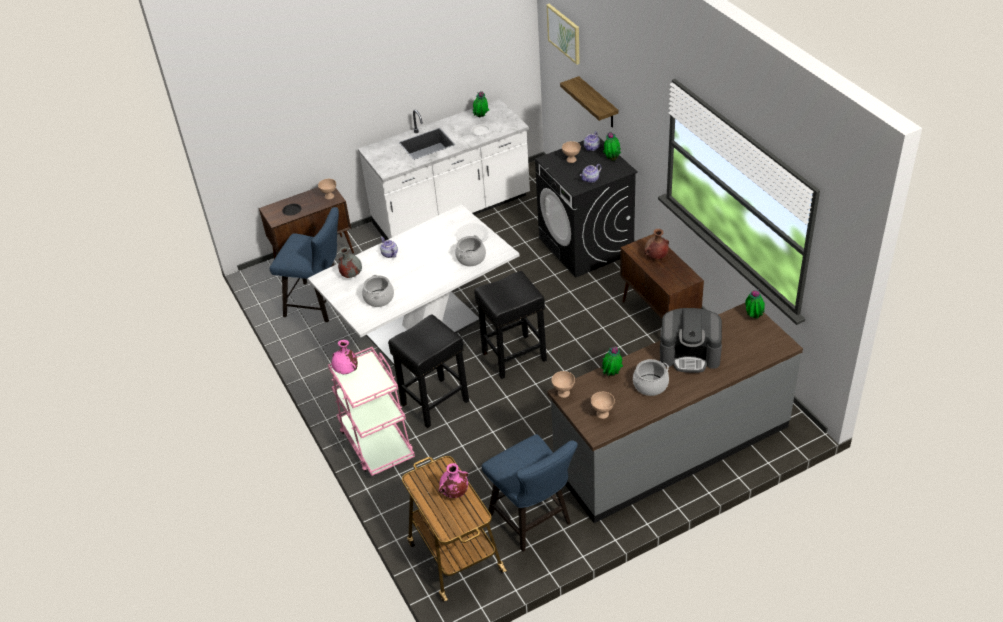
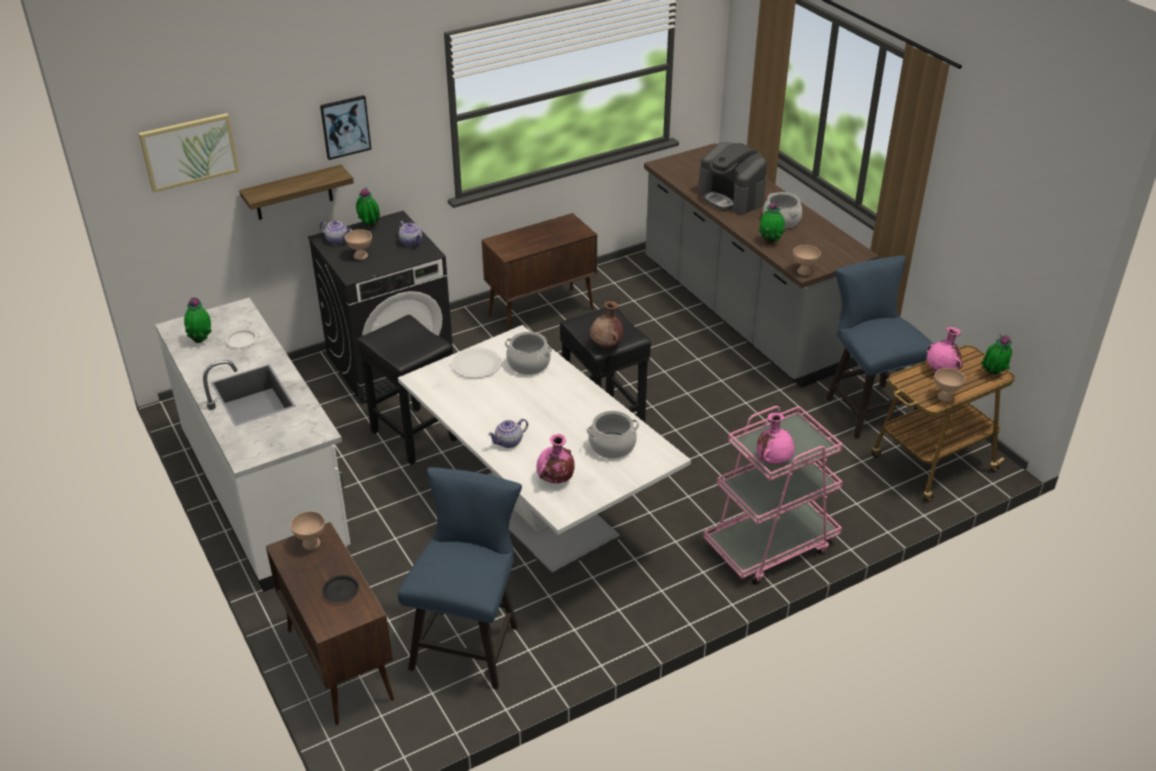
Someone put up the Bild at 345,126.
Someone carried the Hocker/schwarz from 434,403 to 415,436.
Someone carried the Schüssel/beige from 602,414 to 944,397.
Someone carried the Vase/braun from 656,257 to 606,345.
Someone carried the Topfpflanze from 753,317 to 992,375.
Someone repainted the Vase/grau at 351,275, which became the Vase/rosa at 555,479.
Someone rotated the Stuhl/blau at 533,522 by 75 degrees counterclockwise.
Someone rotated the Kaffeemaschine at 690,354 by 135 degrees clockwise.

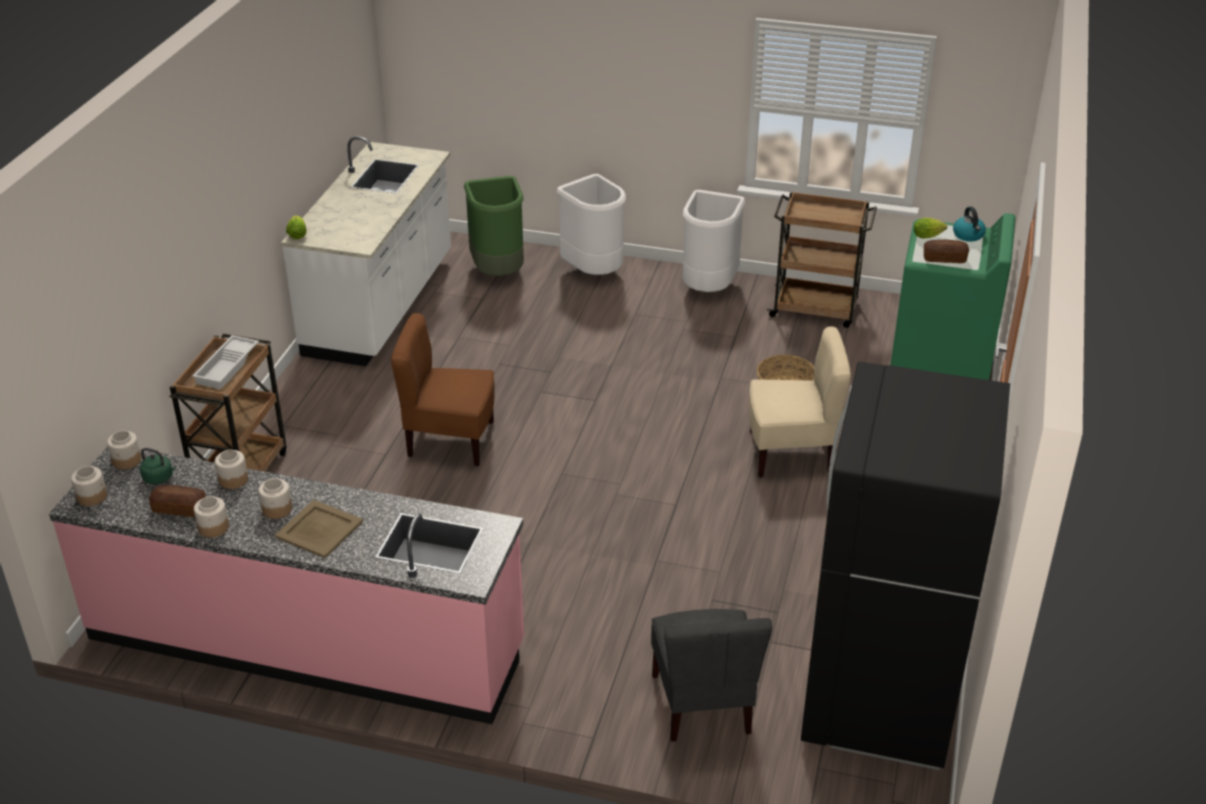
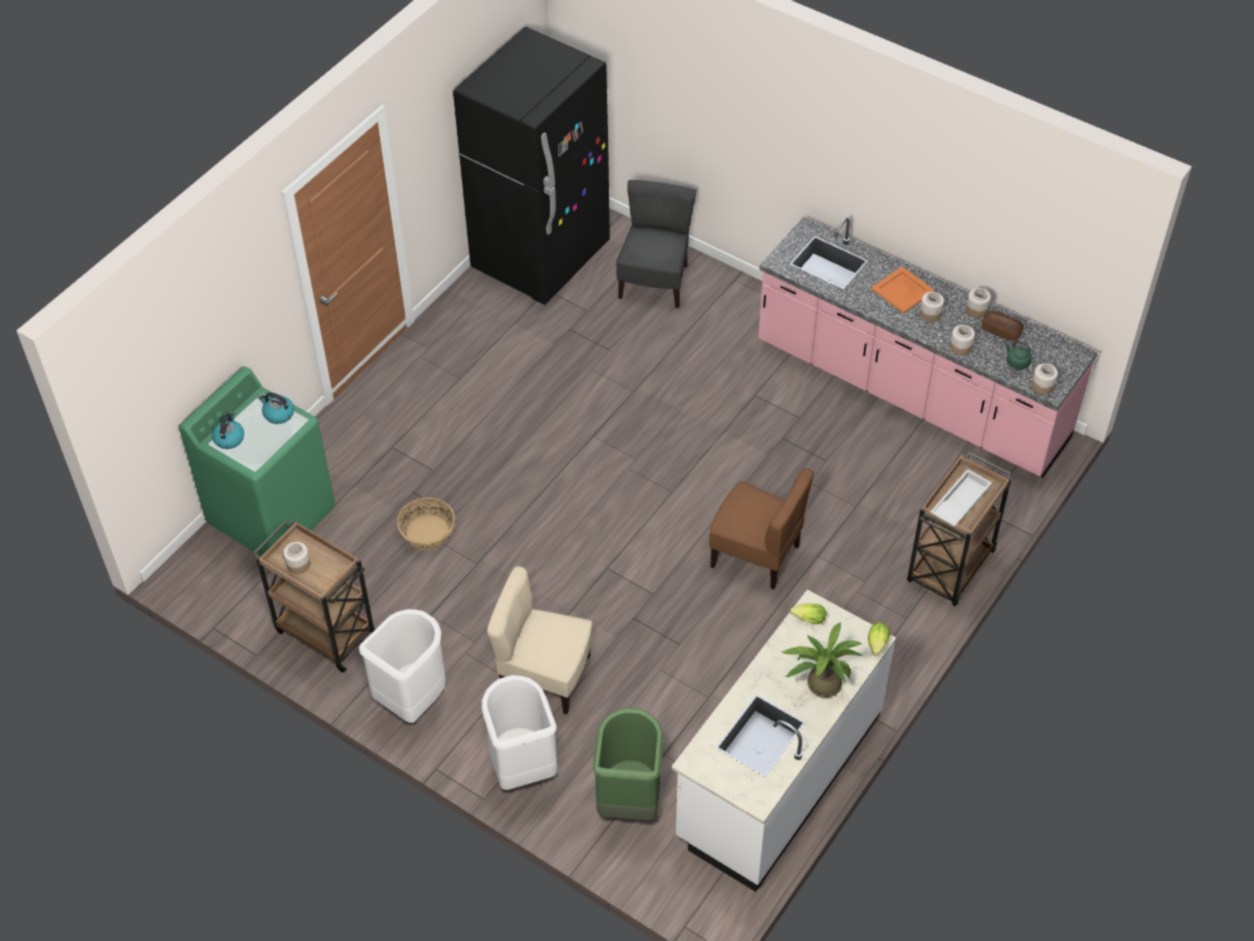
Someone put down the Topfpflanze at 819,683.
Someone carried the Vorratsglas from 92,496 to 298,564.
Someone carried the Stuhl/beige from 791,453 to 544,676.
Someone carried the Salatkopf from 929,236 to 807,619.
Someone swapped the Brot at 944,259 for the Wasserkessel at 278,414.
Someone repainted the Tablett/beige at 318,529, which became the Tablett/orange at 903,290.

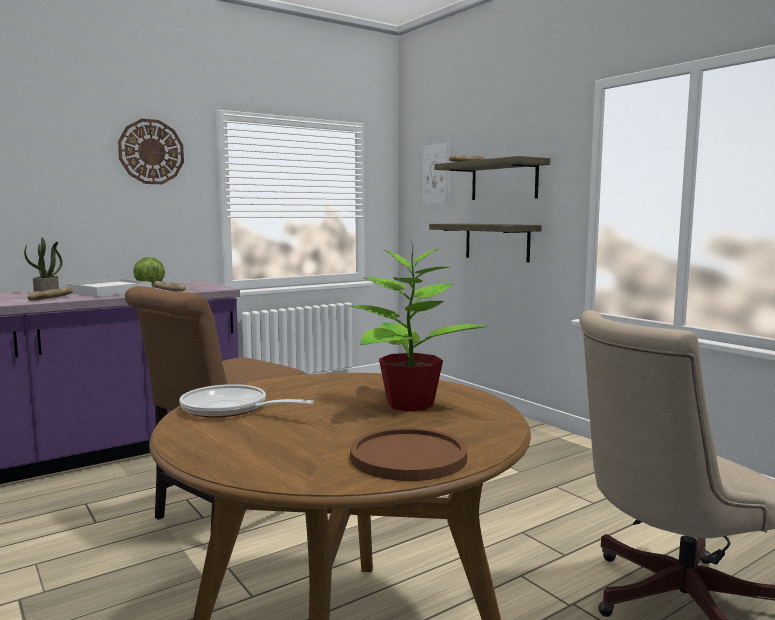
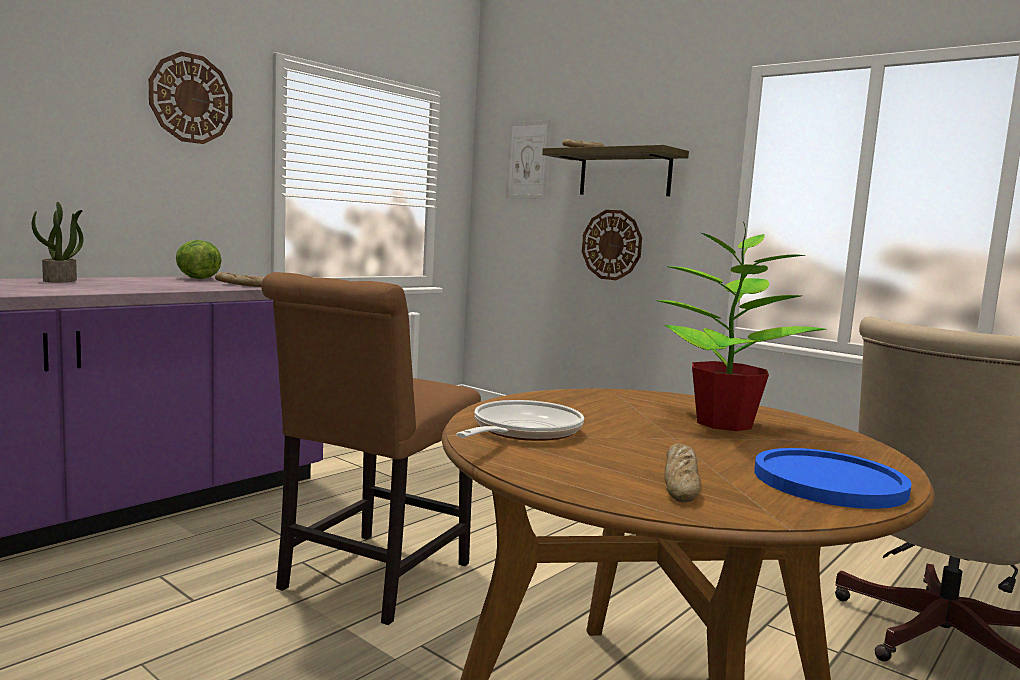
Someone took away the Tablett/weiß at 109,291.
Someone carried the Brot from 51,298 to 681,483.
Someone swapped the Wandregal at 497,242 for the Wanduhr at 611,245.
Someone repainted the Teller/braun at 408,457, which became the Teller/blau at 829,481.
Someone rotated the Pfanne at 230,409 by 105 degrees clockwise.

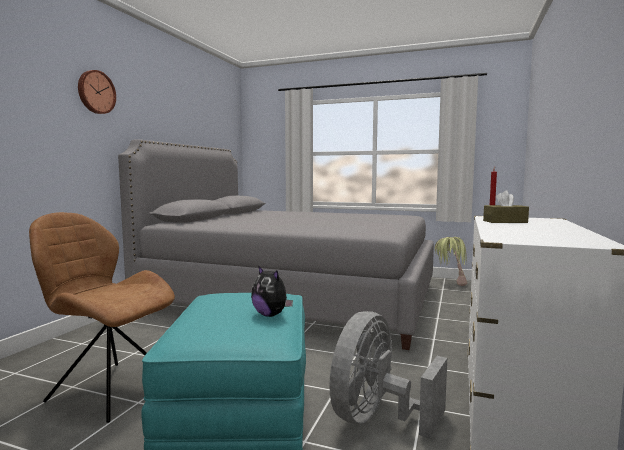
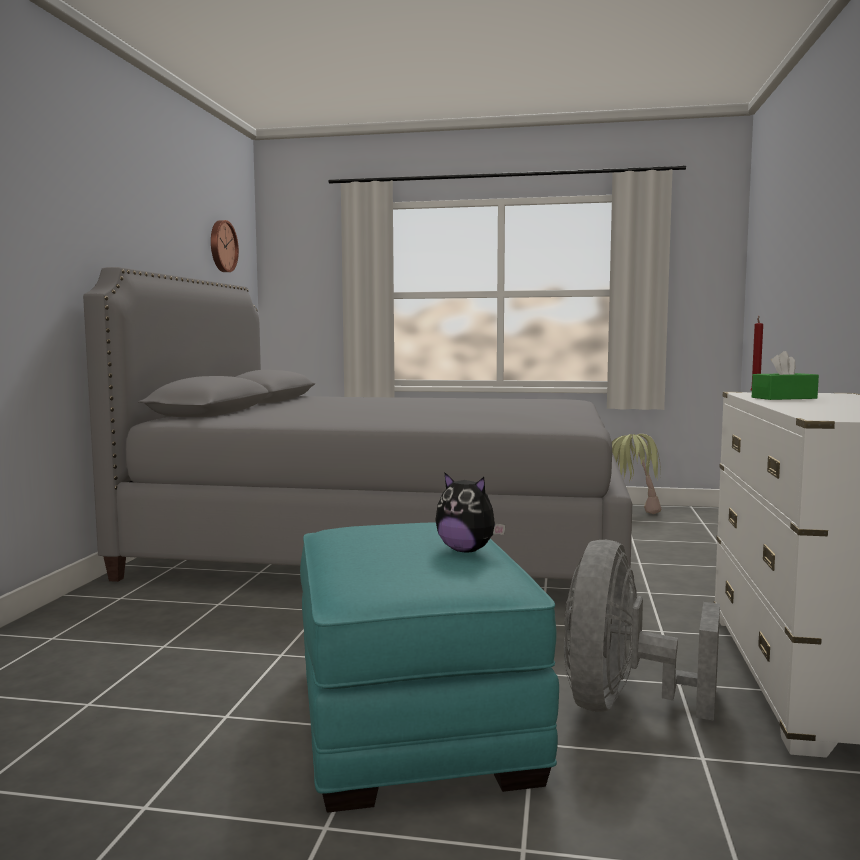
Someone took away the Stuhl/braun at 109,389.
Someone carried the Wanduhr from 95,92 to 222,246.
Someone repainted the Taschentuchbox/braun at 505,221, which became the Taschentuchbox/grün at 784,398.

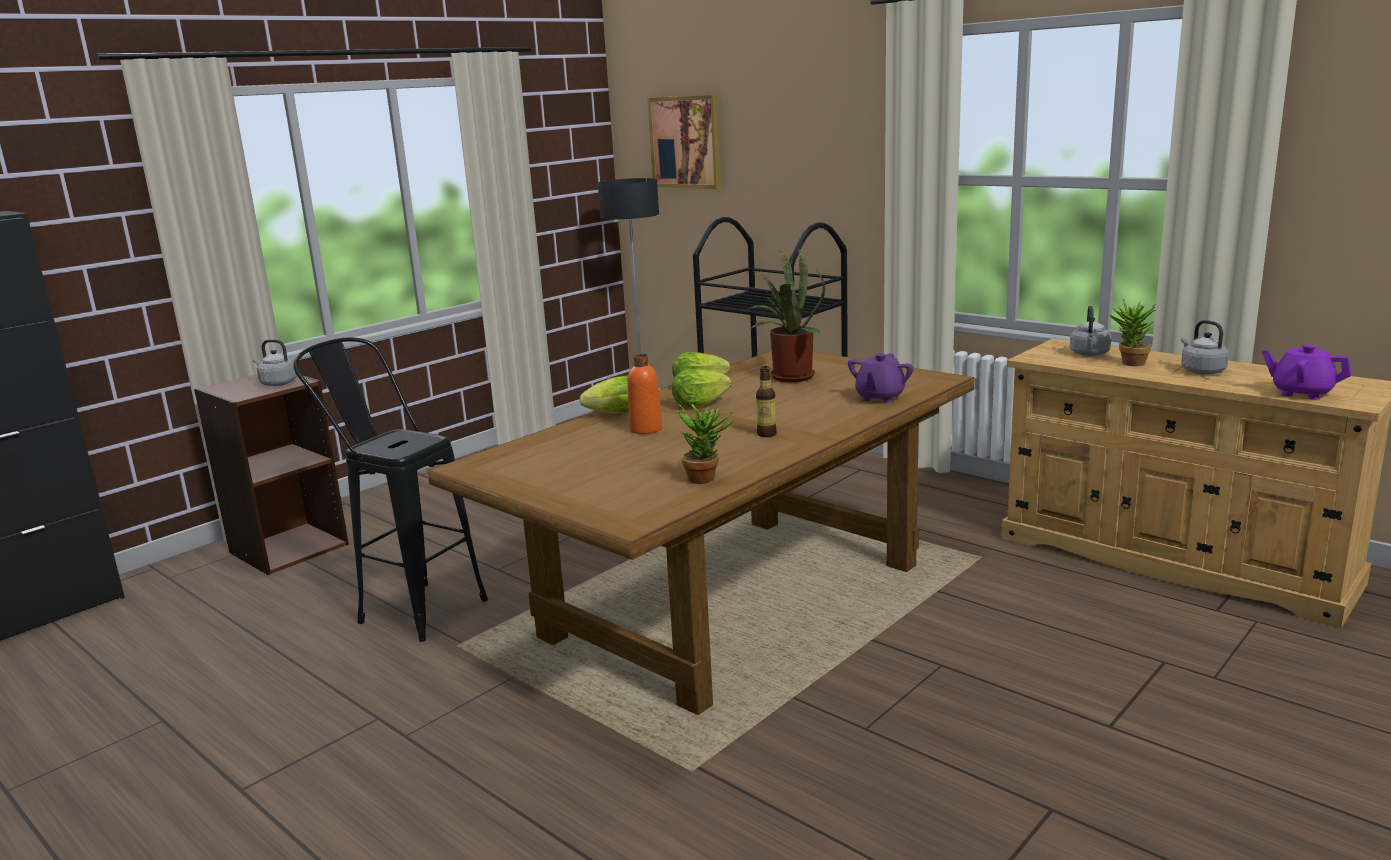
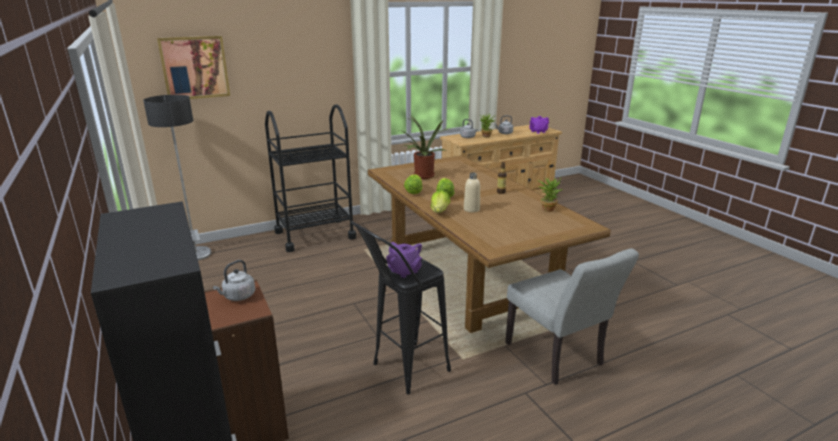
Someone put down the Stuhl/grau at 558,358.
Someone carried the Teekanne/lila from 879,397 to 404,271.
Someone repainted the Flasche/orange at 645,429, which became the Flasche/beige at 471,209.

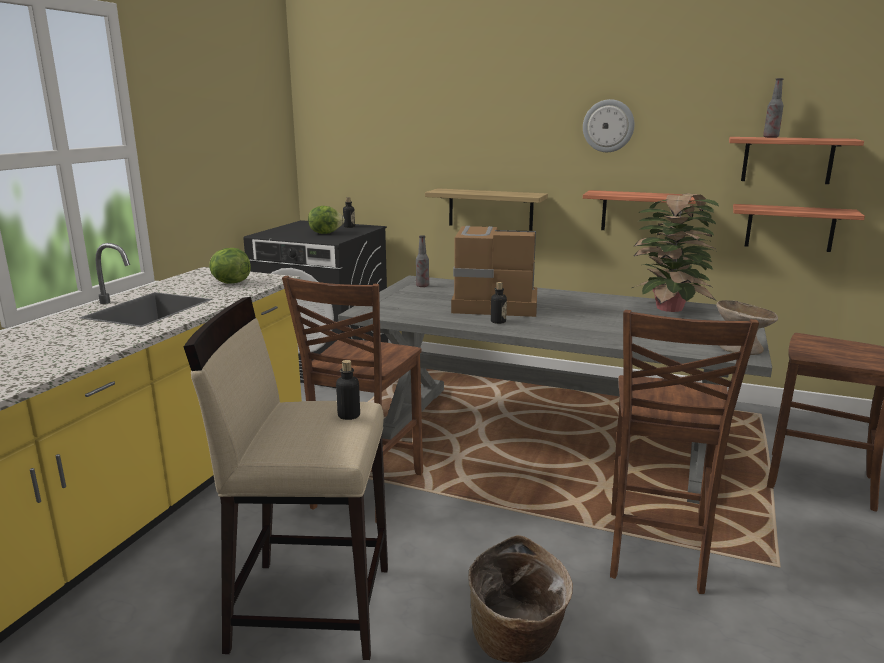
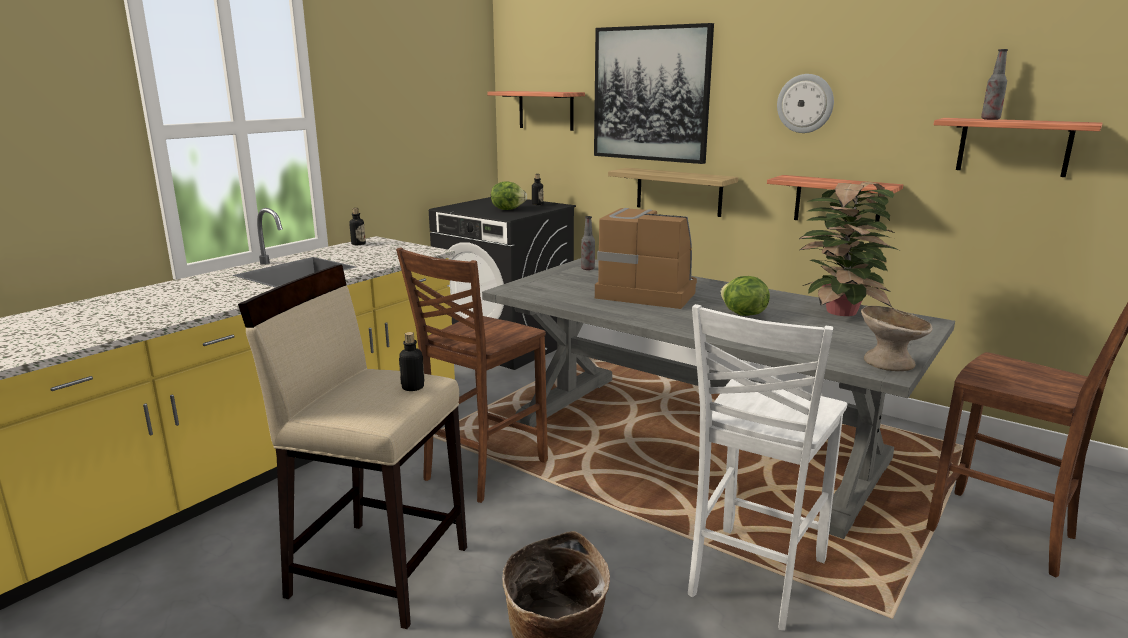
Someone put up the Bild at 651,94.
Someone carried the Salatkopf from 230,283 to 742,314.
Someone carried the Flasche from 498,321 to 358,244.
Someone carried the Wandregal from 790,227 to 546,110.
Someone repainted the Stuhl/braun at 655,552, which became the Stuhl/weiß at 752,578.

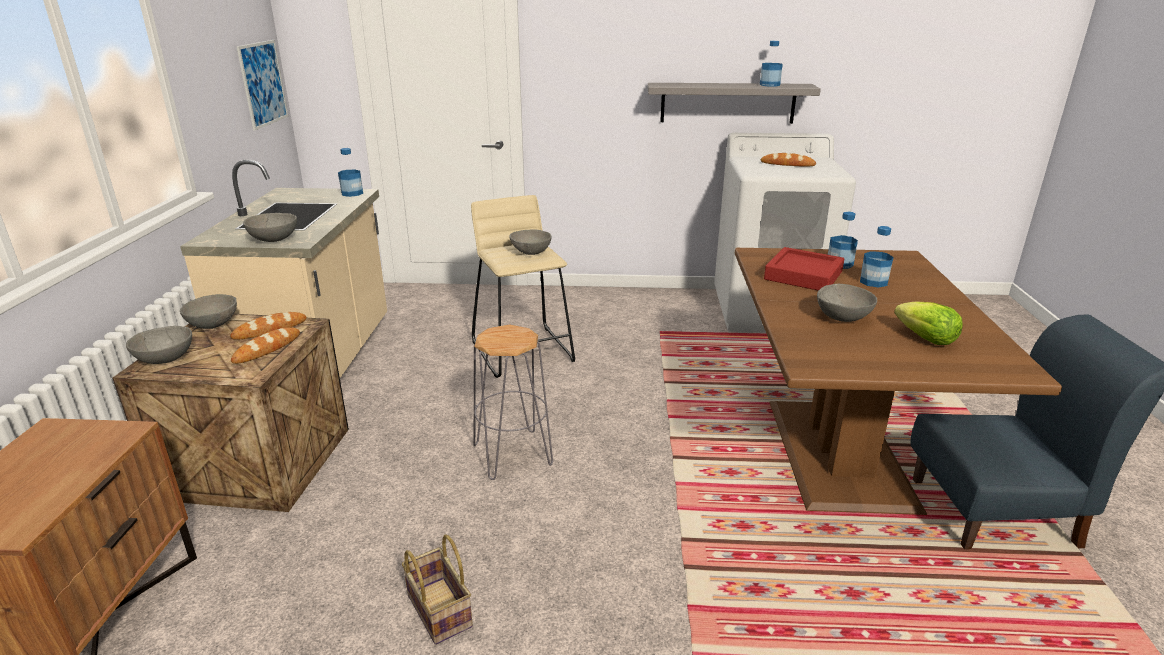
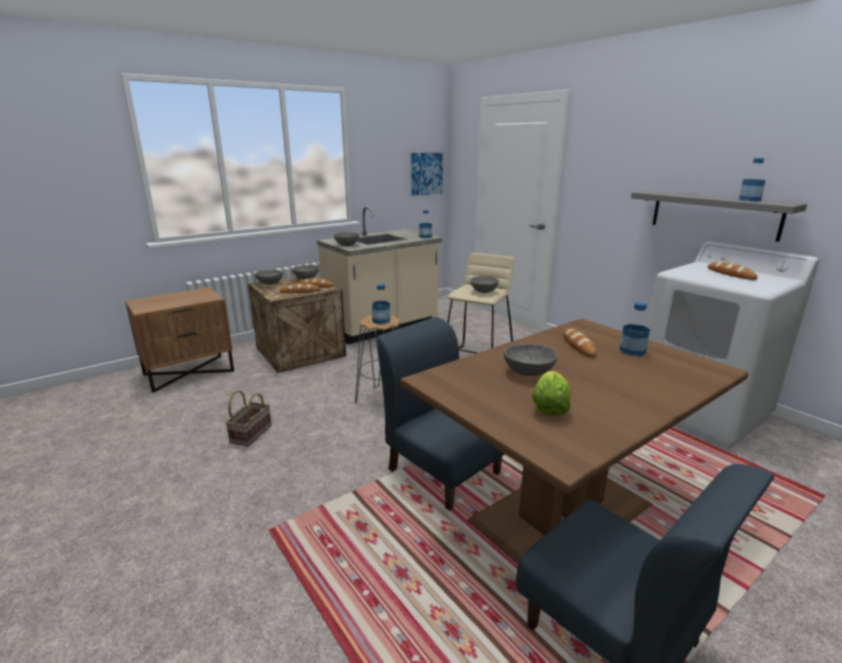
Someone put down the Stuhl/blau at 443,470.
Someone carried the Flasche from 873,282 to 381,320.
Someone swapped the Tablett/rot at 803,275 for the Brot at 578,345.

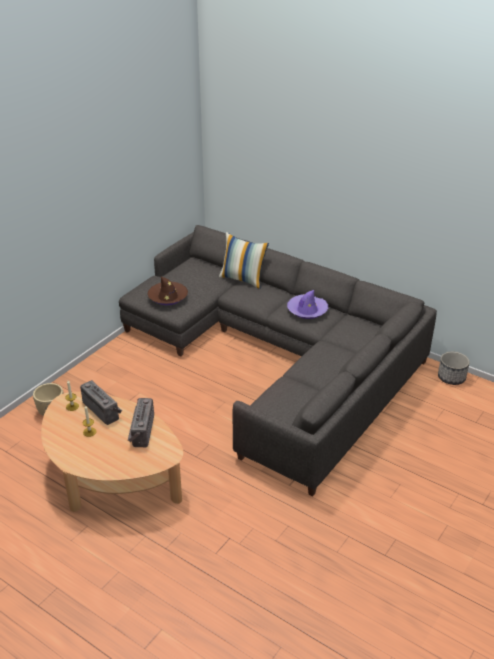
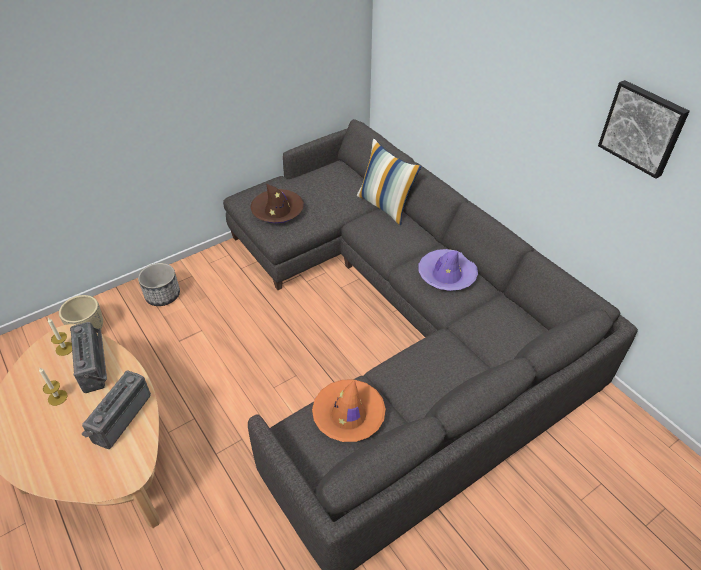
Someone put down the Hut/orange at 348,415.
Someone put up the Bild at 643,128.
Someone carried the Pflanzkübel from 451,377 to 163,295.

